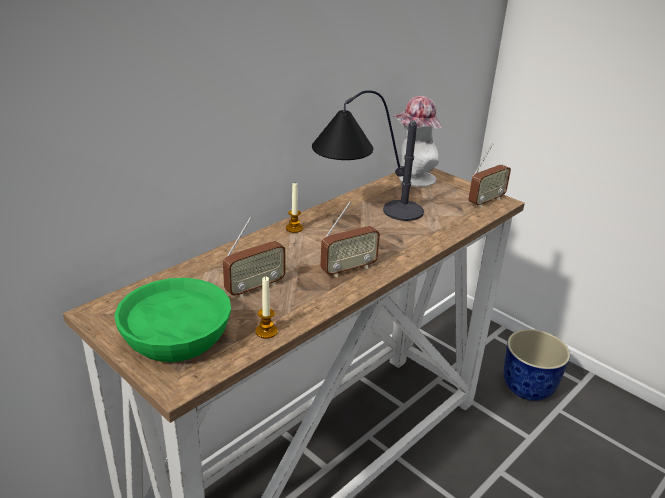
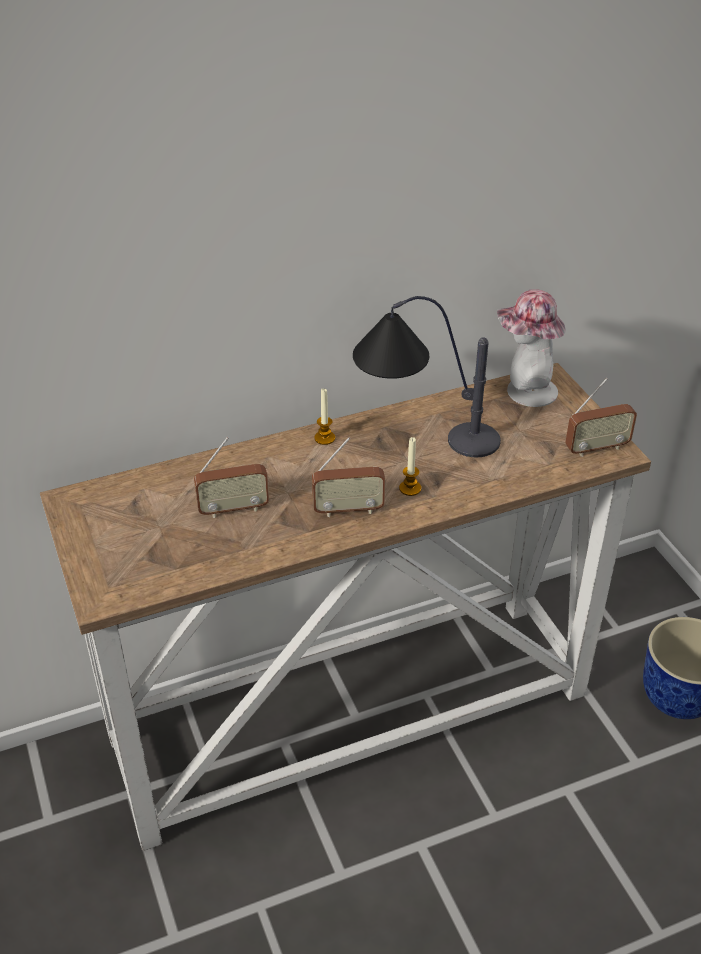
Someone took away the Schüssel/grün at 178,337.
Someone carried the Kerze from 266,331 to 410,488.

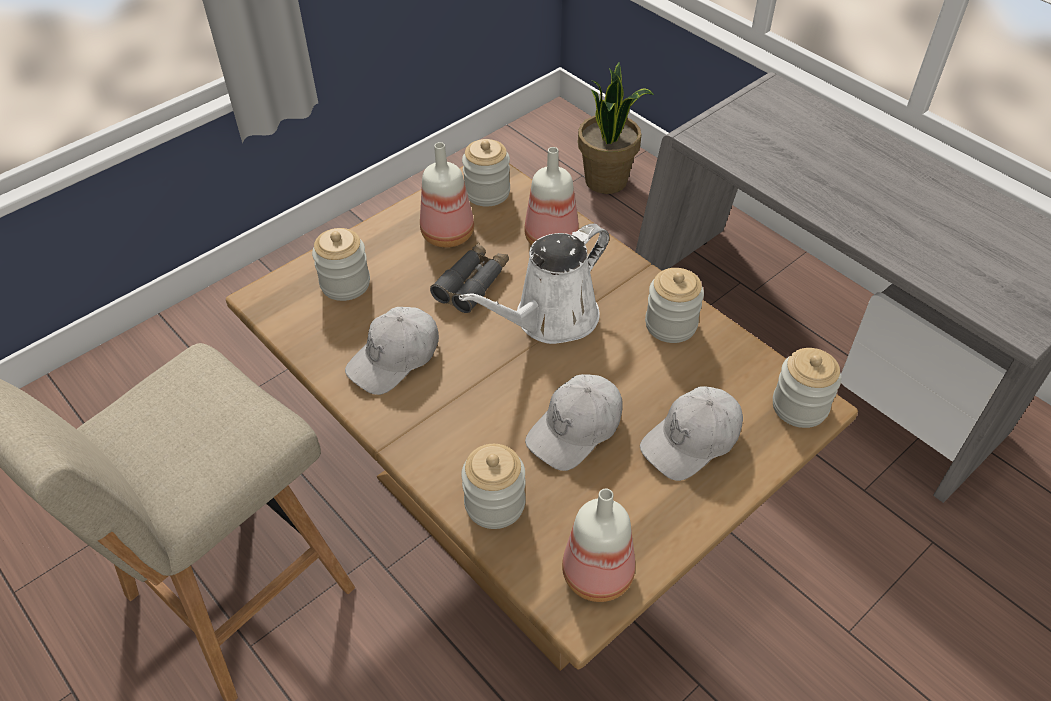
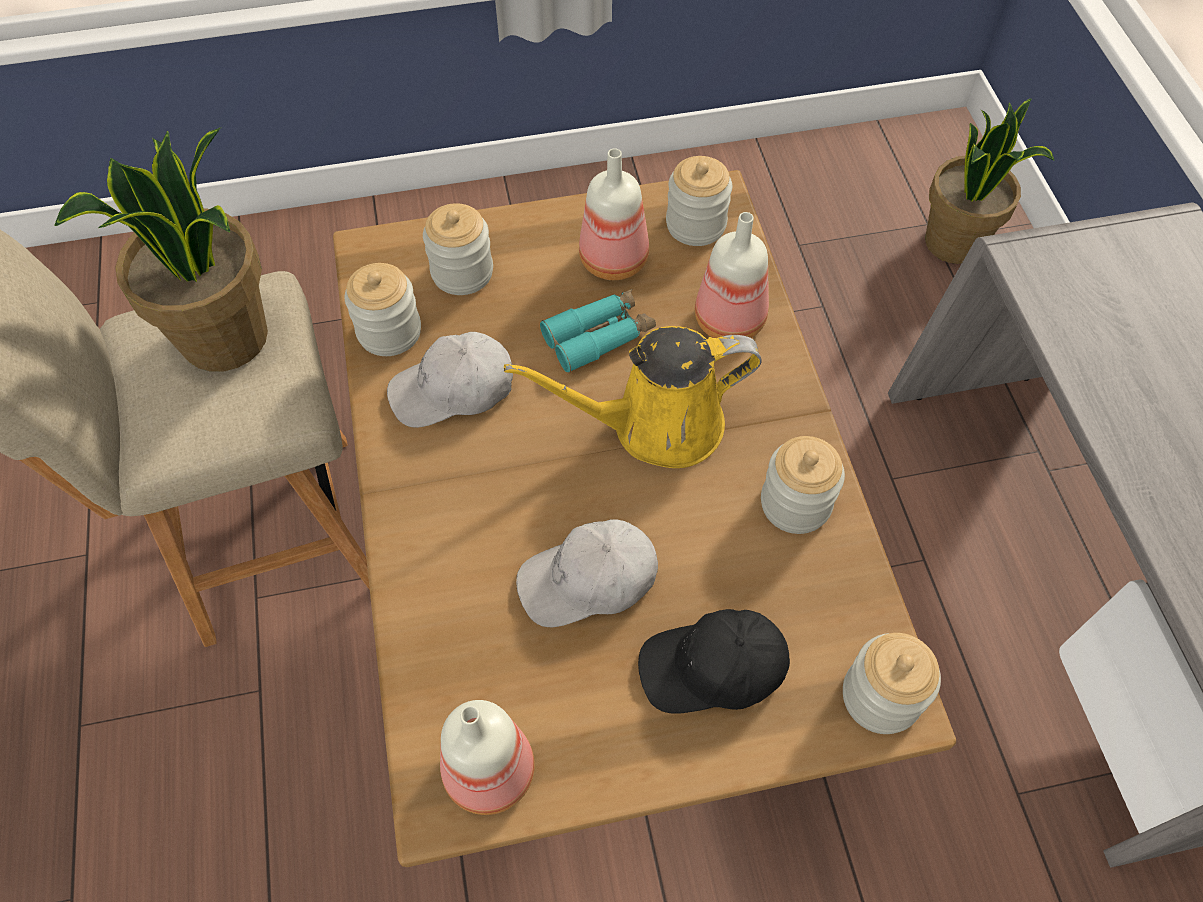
Someone put down the Topfpflanze at 226,338.
Someone carried the Vorratsglas from 495,503 to 389,331.
Someone repainted the Fernglas/grau at 472,283, which became the Fernglas/türkis at 599,336.
Someone repainted the Gießkanne/weiß at 550,319, which became the Gießkanne/gelb at 656,425.
Someone repainted the Kappe/weiß at 692,440, which became the Kappe/schwarz at 713,668.

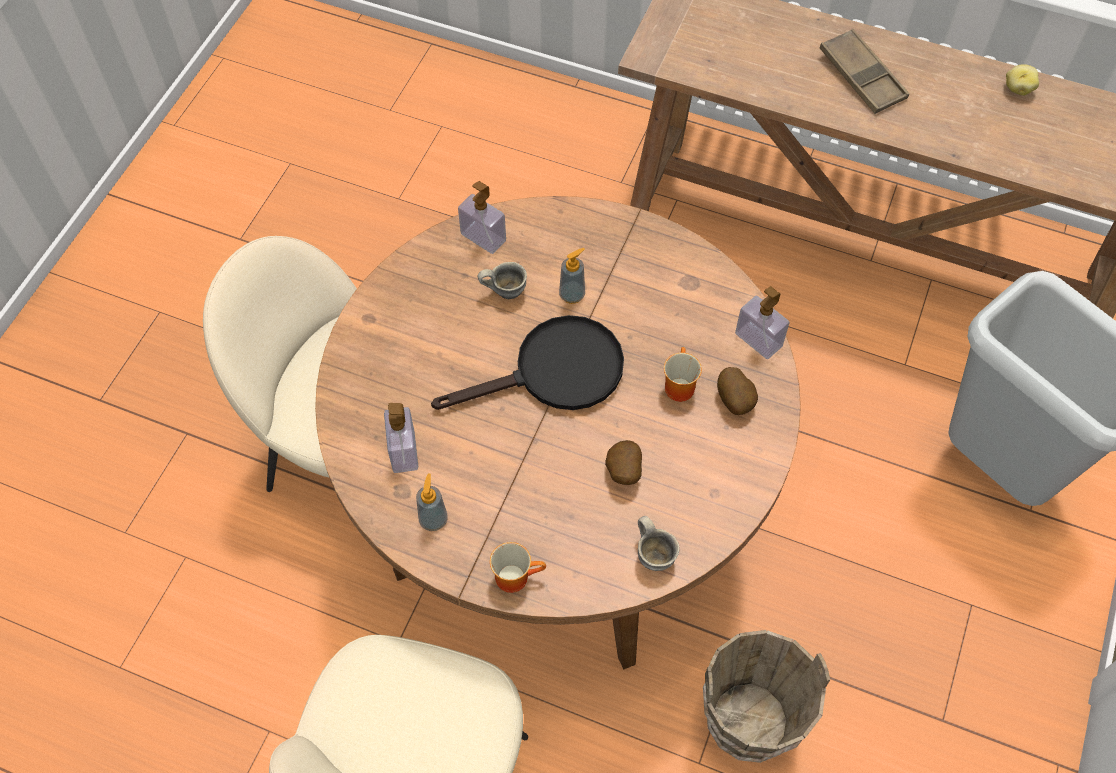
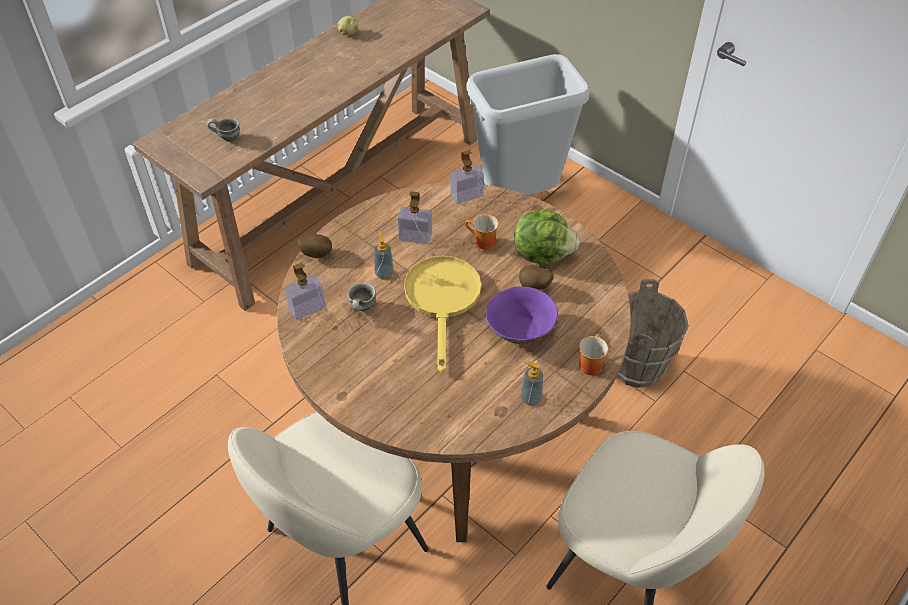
Someone took away the Tablett/braun at 862,77.
Someone put down the Schüssel/lila at 520,330.
Someone put down the Salatkopf at 542,253.
Someone carried the Seifenspender from 403,451 to 415,237.
Someone carried the Henkelbecher/grau from 655,554 to 228,137.
Someone carried the Kartoffel from 735,401 to 316,254.
Someone repainted the Pfanne/schwarz at 554,373, which became the Pfanne/gelb at 443,300.

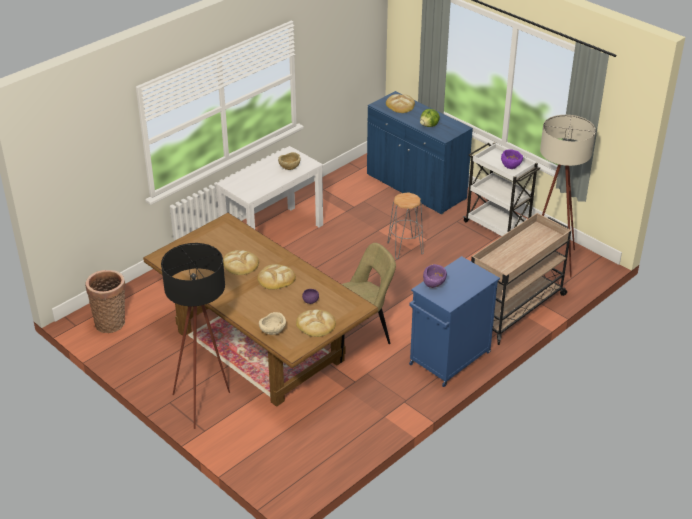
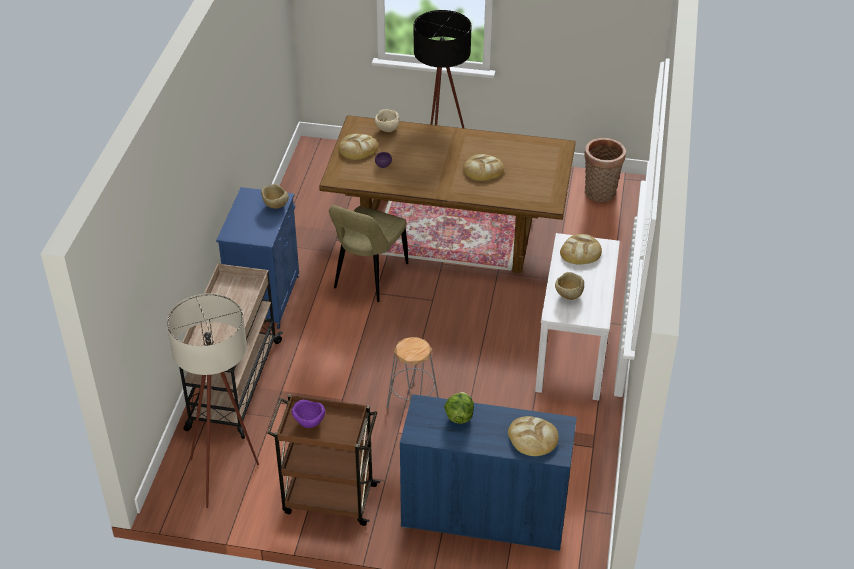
Someone carried the Brot from 276,279 to 580,252.
Someone repainted the Schüssel/lila at 434,284, which became the Schüssel/beige at 275,205.
Someone repainted the Rollwagen/weiß at 497,226, which became the Rollwagen/braun at 328,499.

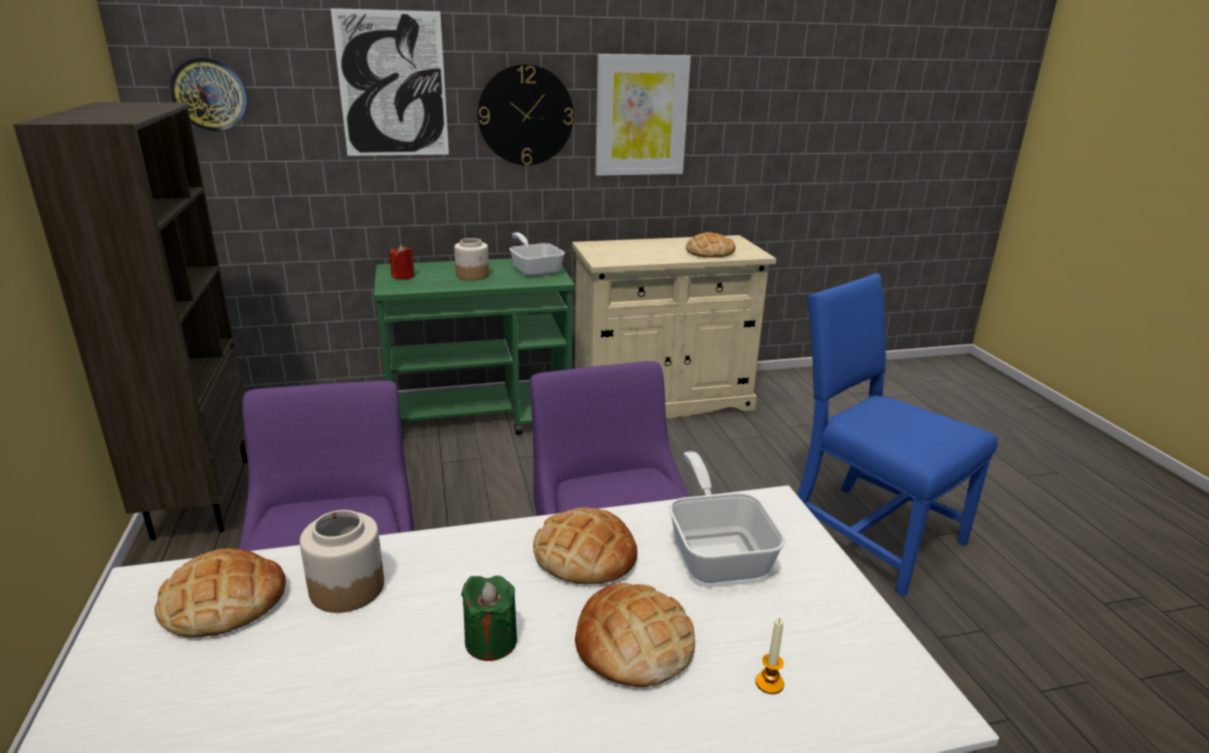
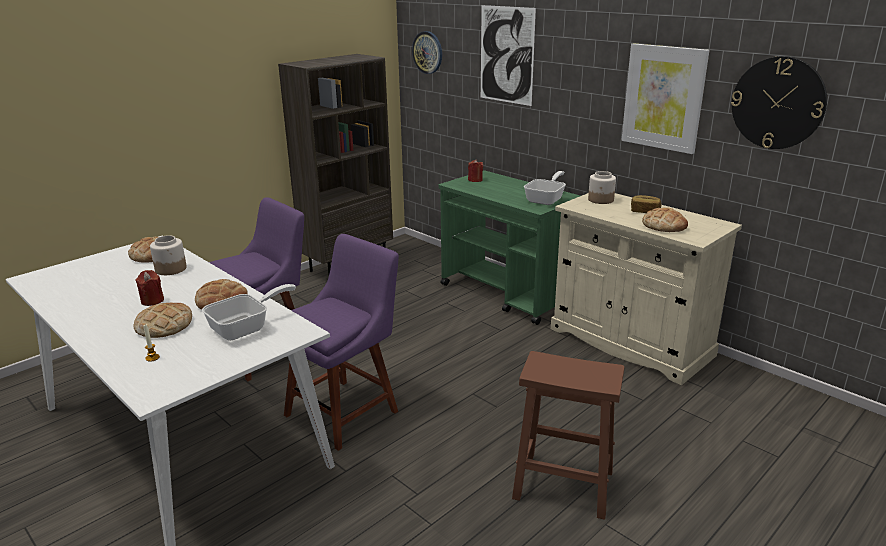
Someone put down the Brot at 645,212.
Someone carried the Vorratsglas from 473,275 to 601,200.
Someone carried the Wanduhr from 525,115 to 778,103.
Someone swapped the Stuhl/blau at 868,532 for the Hocker/braun at 565,484.
Someone repainted the Kerze/grün at 491,641, which became the Kerze/rot at 152,301.

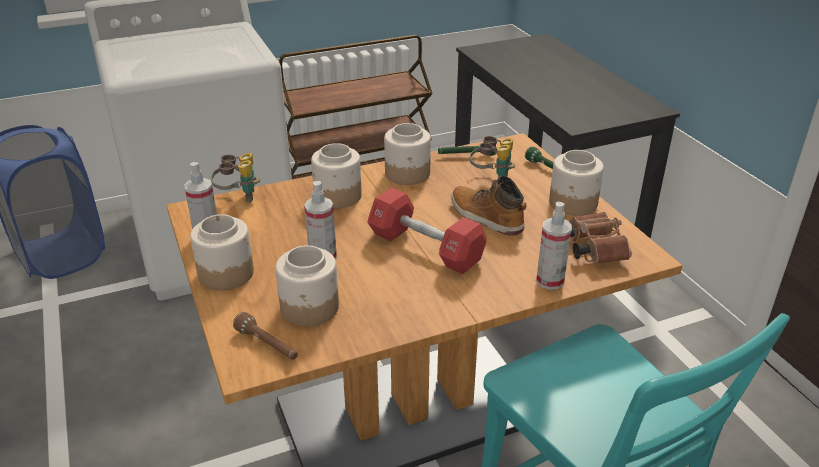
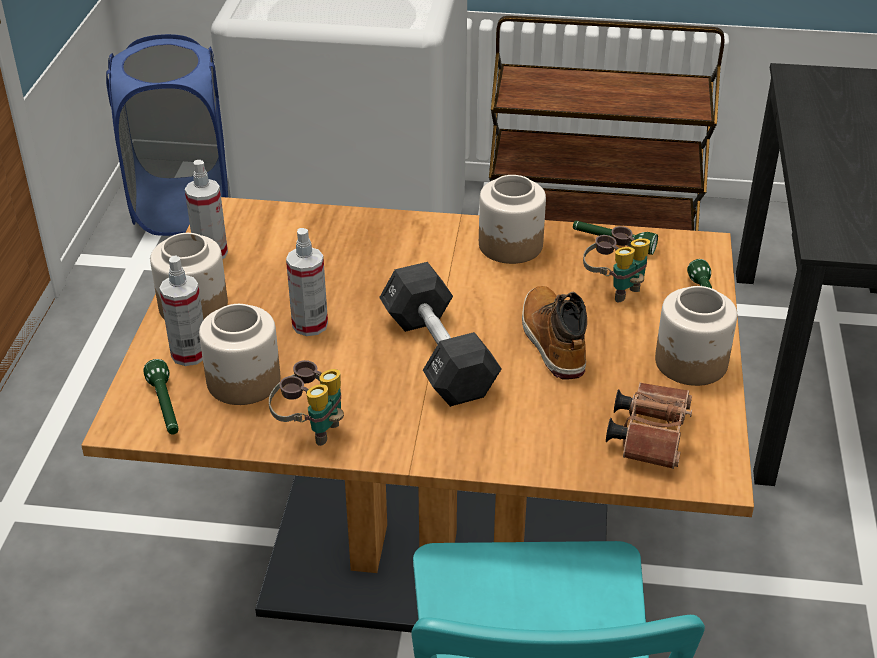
Someone took away the Vorratsglas at 337,196.
Someone carried the Fernglas from 238,197 to 310,428.
Someone carried the Sprühflasche from 550,281 to 189,354.
Someone repainted the Taschenlampe/braun at 268,345, which became the Taschenlampe/grün at 165,408.
Someone repainted the Hantel/rot at 425,248, which became the Hantel/schwarz at 438,355.

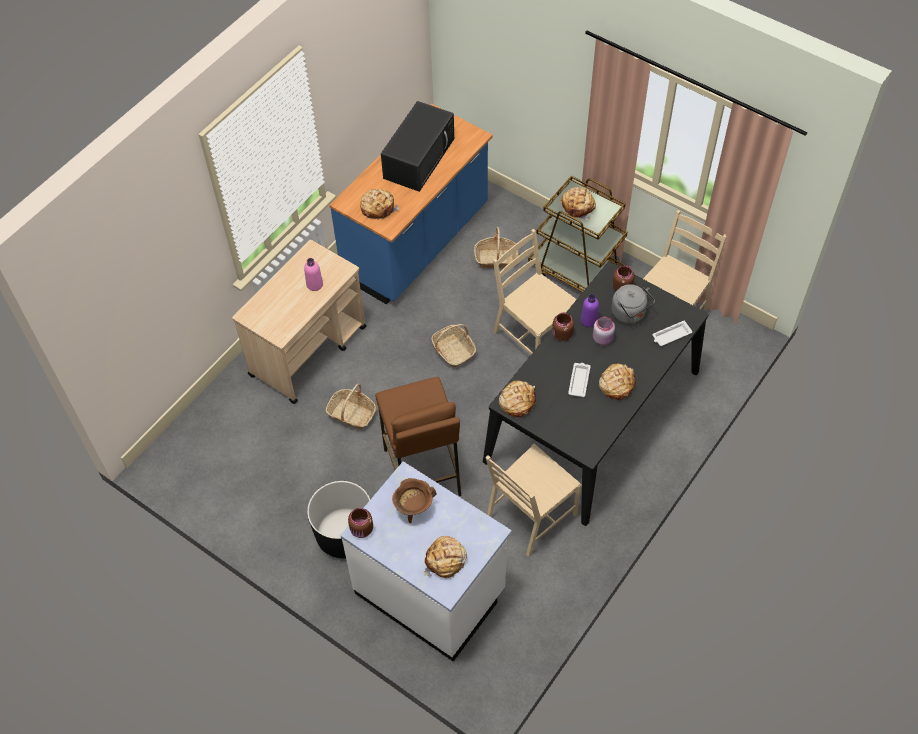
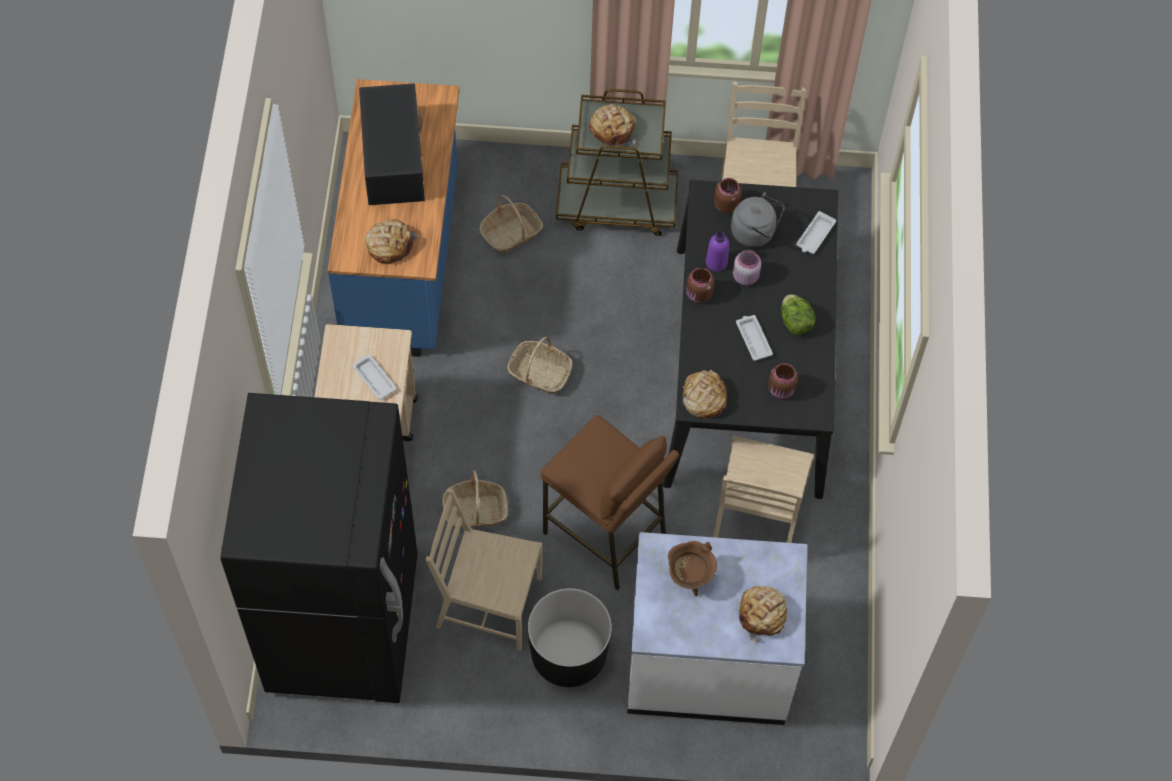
Someone put down the Kühlschrank/schwarz at 343,625.
Someone carried the Vorratsglas/braun from 362,530 to 782,390.
Someone carried the Stuhl/beige from 533,334 to 487,603.
Someone swapped the Flasche/rosa at 314,284 for the Tablett/weiß at 374,378.
Someone swapped the Brot at 616,384 for the Salatkopf at 795,322.

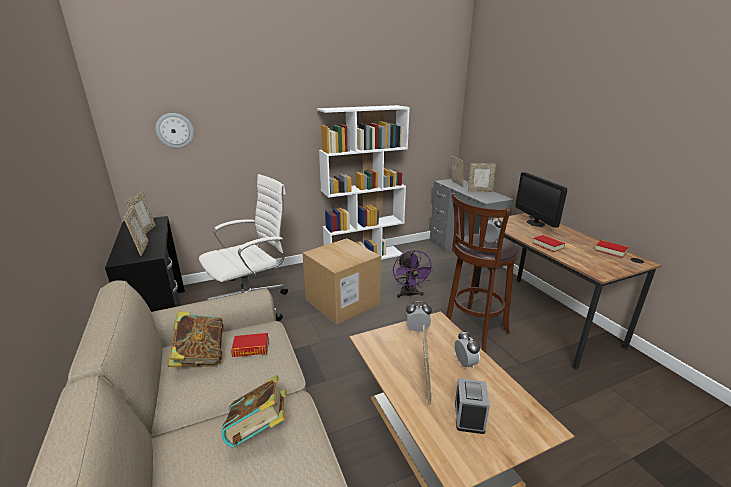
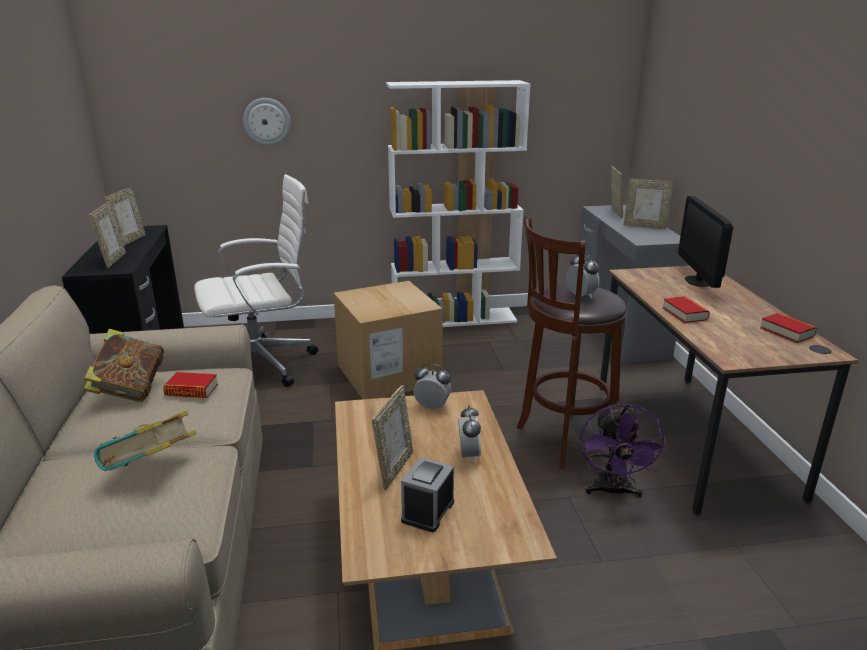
Someone carried the Wanduhr from 175,130 to 267,121.
Someone carried the Ventilator/lila from 409,295 to 612,491.

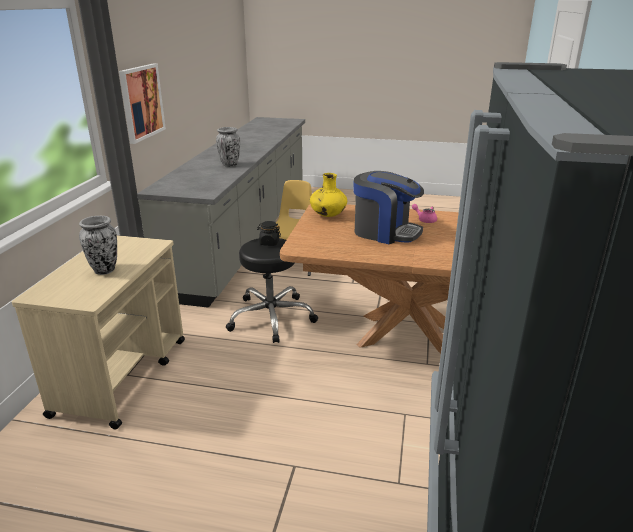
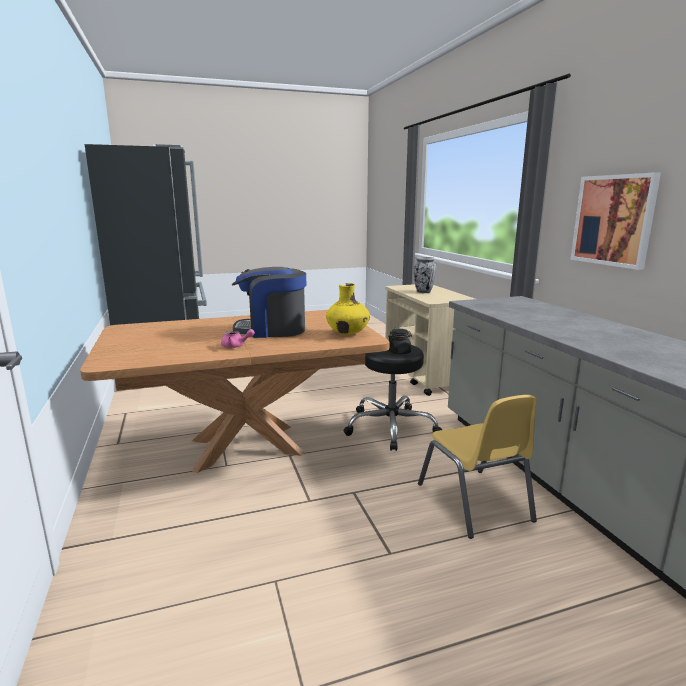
Someone took away the Vase at 230,165.

